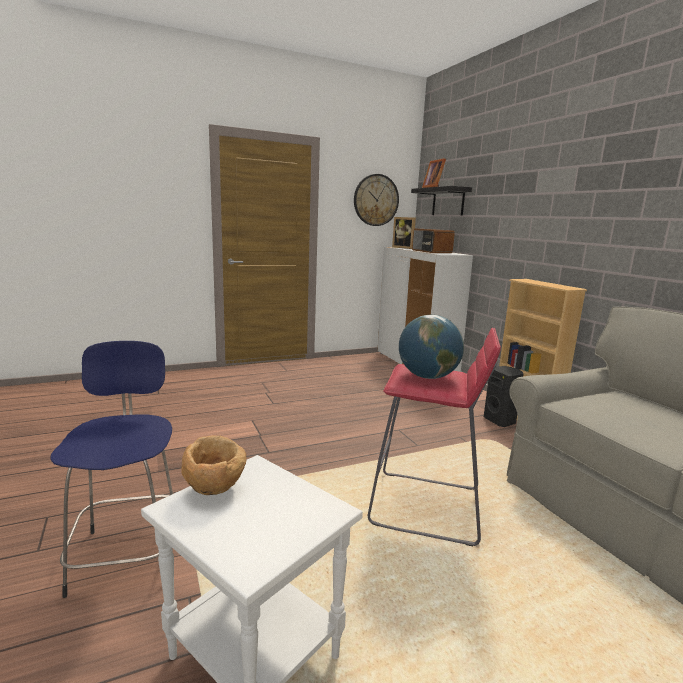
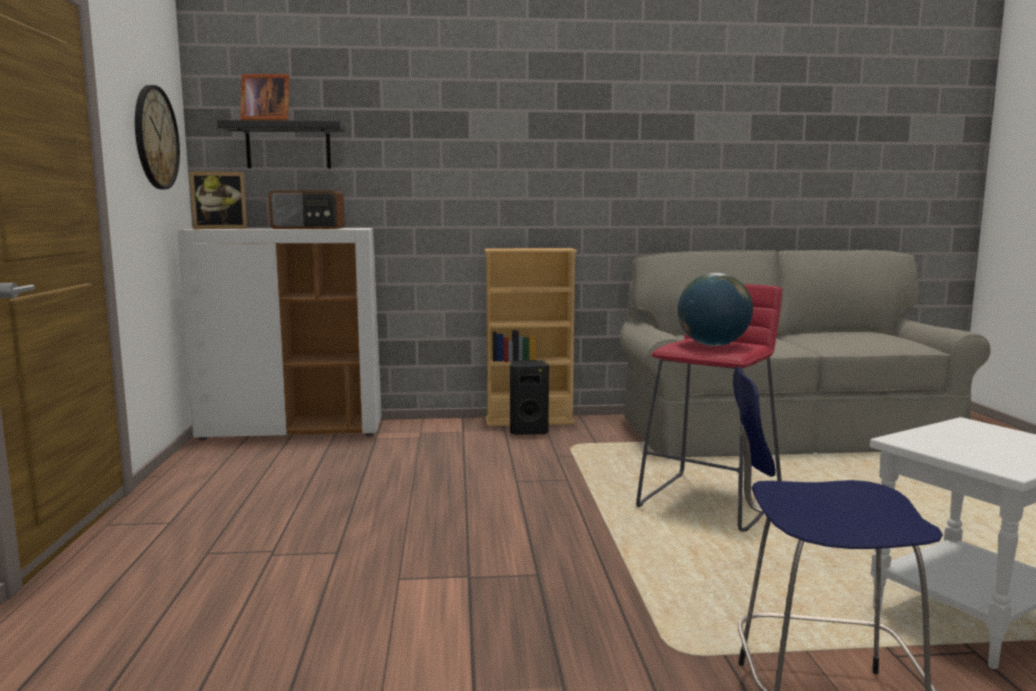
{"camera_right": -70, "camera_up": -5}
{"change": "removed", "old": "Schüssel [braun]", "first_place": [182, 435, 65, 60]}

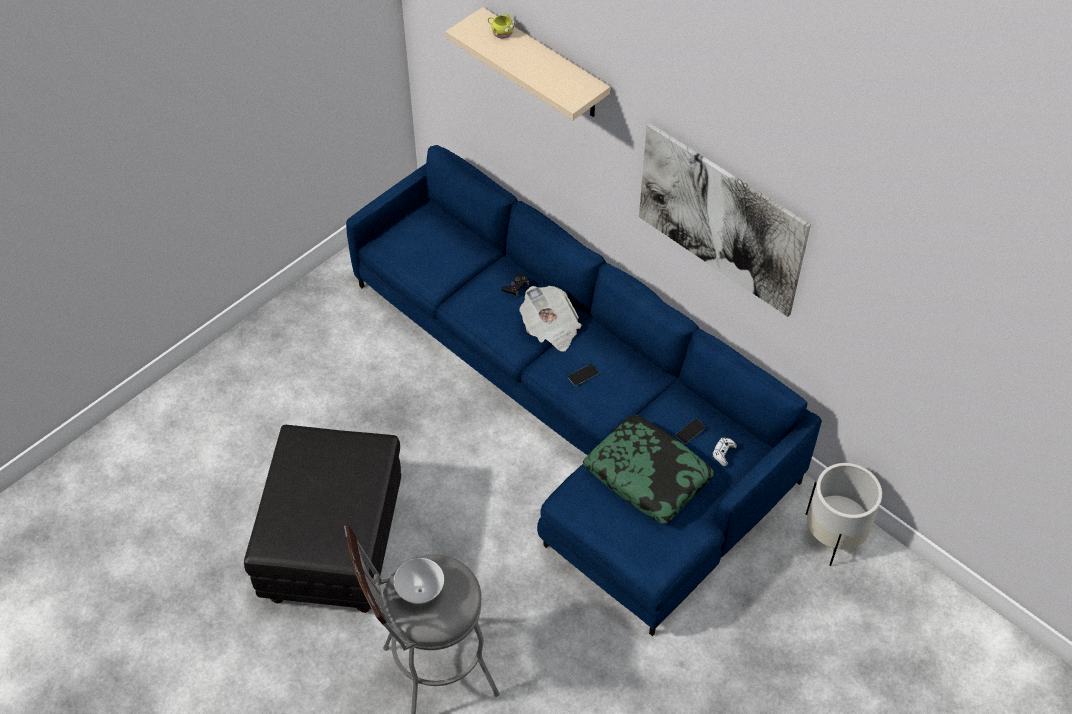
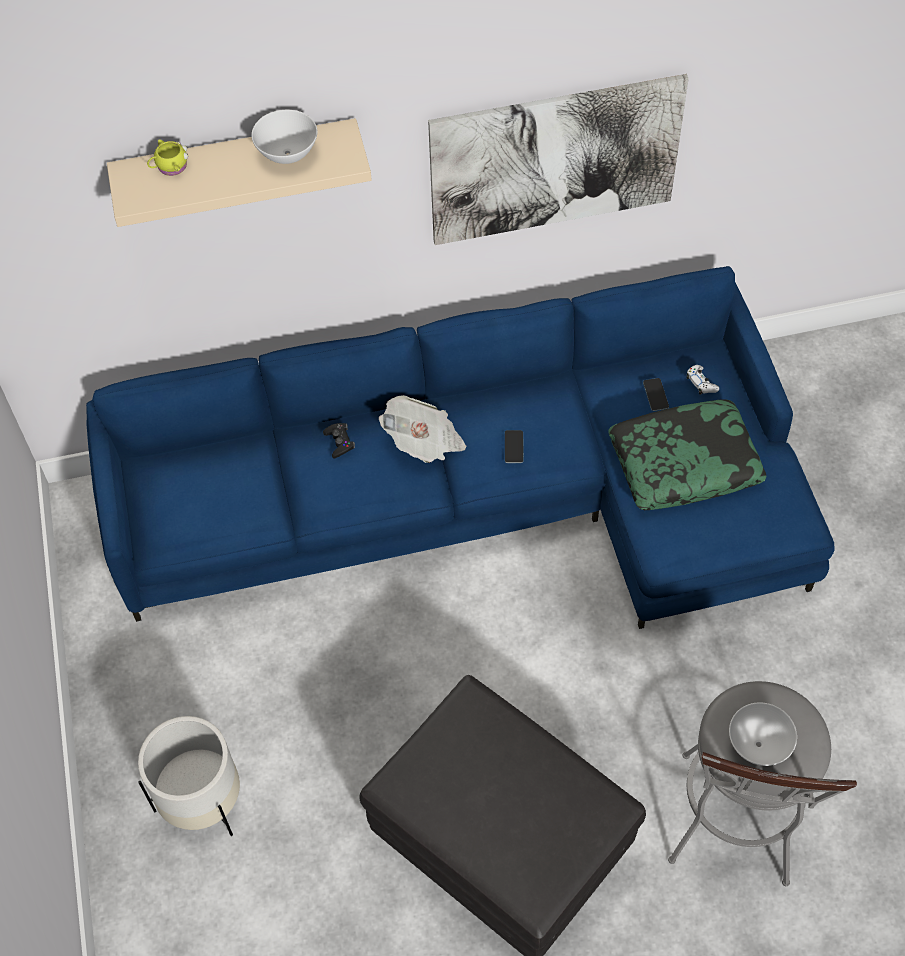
{"camera_right": -55, "camera_up": 5}
{"change": "moved", "old": "Pflanzkübel [weiß]", "first_place": [806, 463, 76, 103], "second_place": [138, 716, 102, 120]}
{"change": "added", "new": "Schüssel [weiß]", "second_place": [251, 110, 66, 54]}

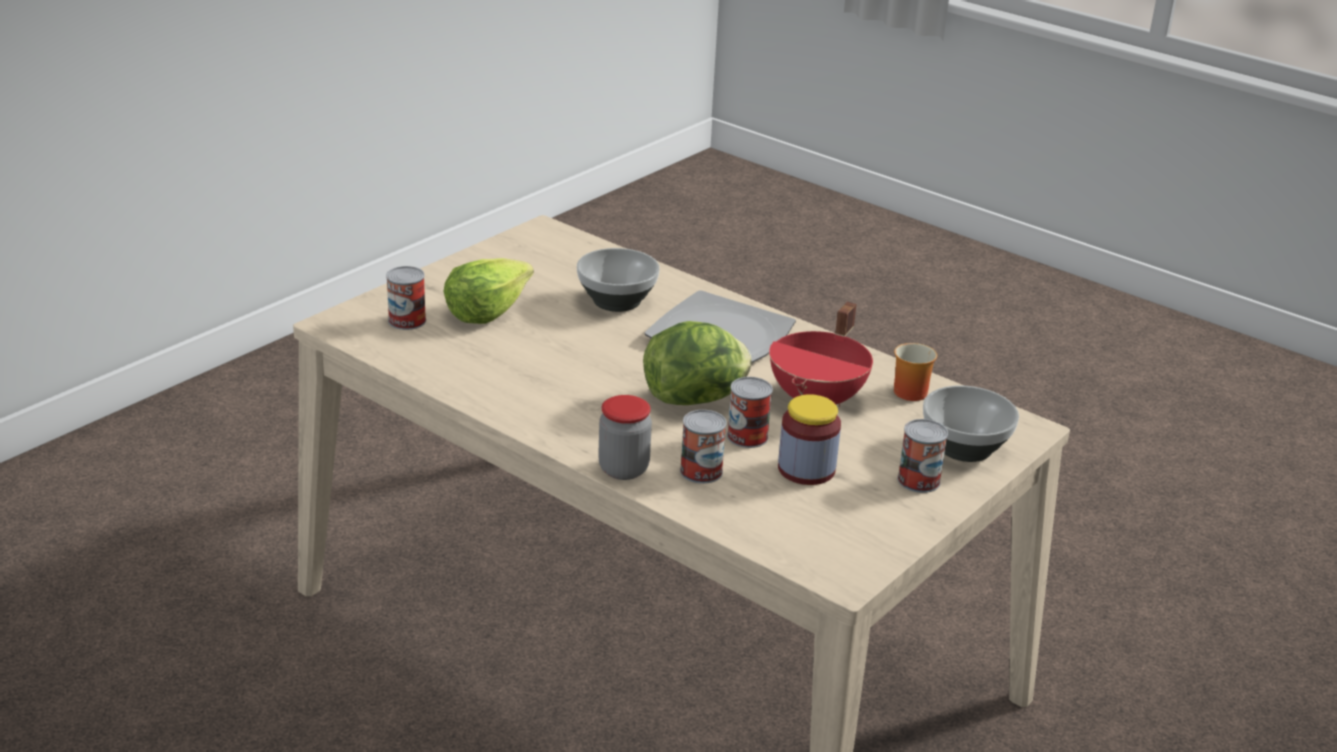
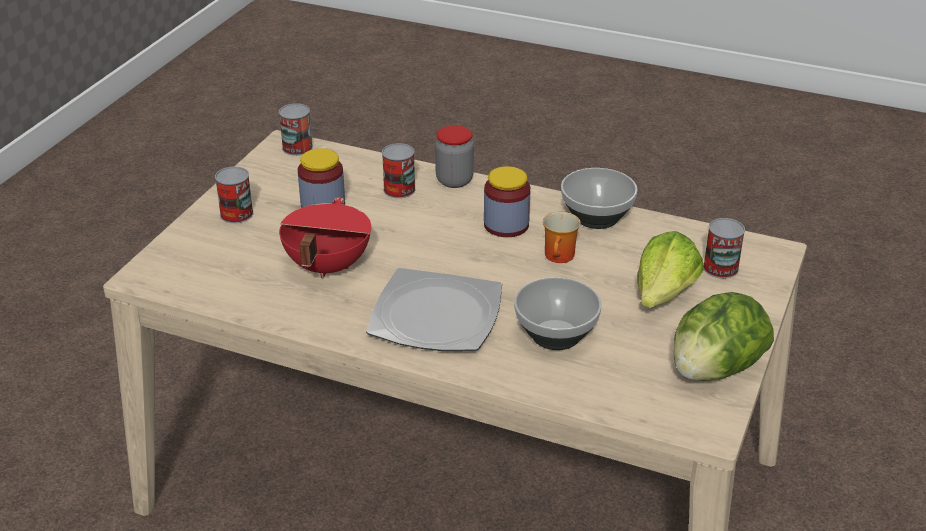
{"camera_right": 165, "camera_up": 5}
{"change": "moved", "old": "Salatkopf", "first_place": [643, 321, 109, 84], "second_place": [674, 292, 100, 89]}
{"change": "moved", "old": "Dose", "first_place": [727, 377, 46, 71], "second_place": [279, 103, 34, 53]}
{"change": "moved", "old": "Henkelbecher", "first_place": [894, 343, 43, 58], "second_place": [543, 212, 38, 51]}
{"change": "moved", "old": "Schüssel", "first_place": [923, 385, 96, 77], "second_place": [561, 168, 77, 61]}
{"change": "added", "new": "Vorratsglas", "second_place": [484, 166, 46, 71]}

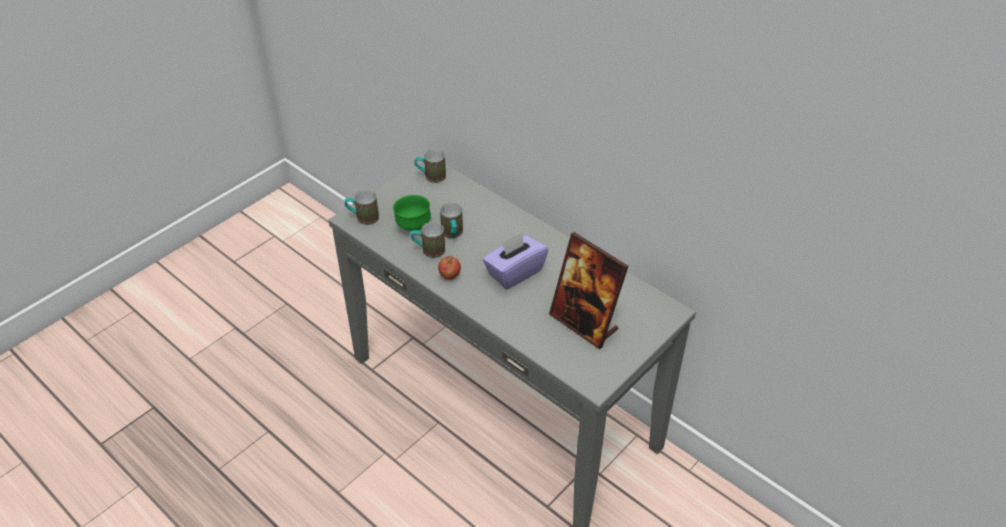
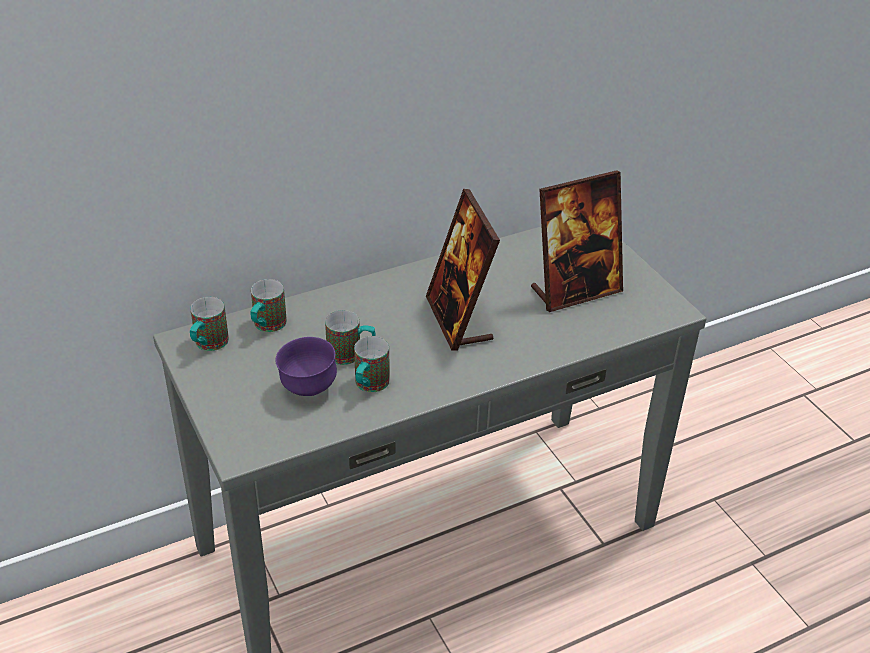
{"camera_right": -70, "camera_up": -5}
{"change": "moved", "old": "Henkelbecher", "first_place": [344, 190, 35, 35], "second_place": [251, 279, 36, 53]}
{"change": "recoloured", "old": "Schüssel [grün]", "new": "Schüssel [lila]", "first_place": [393, 195, 38, 36], "second_place": [276, 337, 61, 59]}
{"change": "removed", "old": "Apfel", "first_place": [438, 256, 23, 24]}
{"change": "replaced", "old": "Taschentuchbox [lila]", "new": "Bilderrahmen", "first_place": [483, 232, 65, 57], "second_place": [426, 189, 74, 162]}

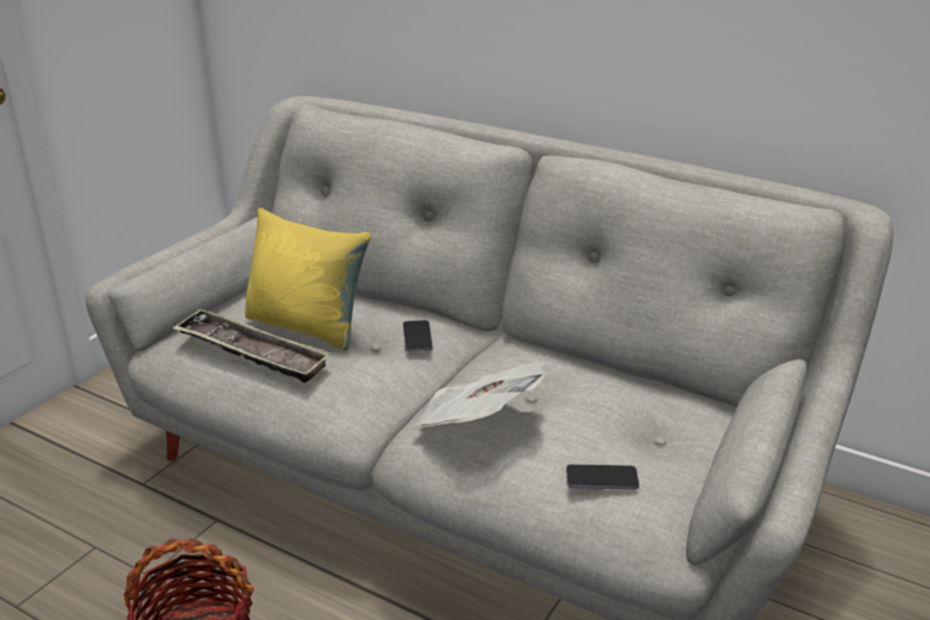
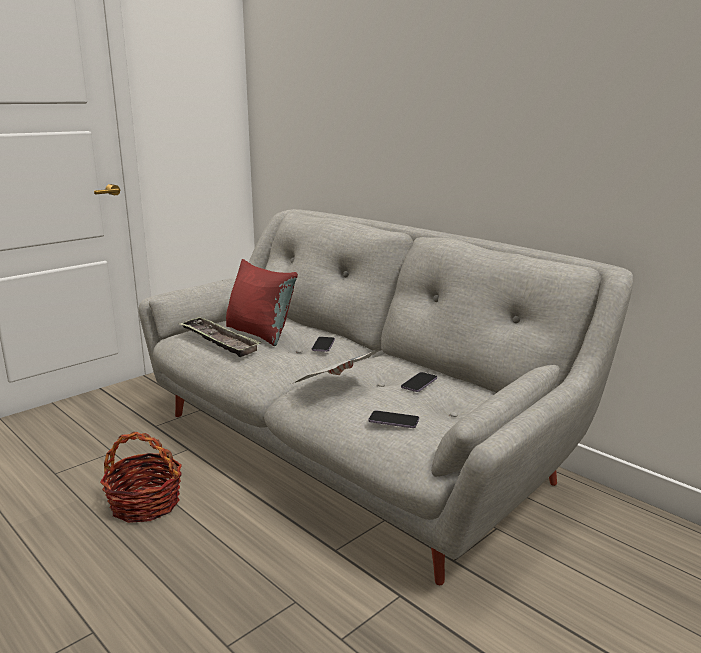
{"camera_right": 15, "camera_up": -10}
{"change": "recoloured", "old": "Kissen [gelb]", "new": "Kissen [rot]", "first_place": [245, 208, 126, 143], "second_place": [226, 259, 72, 87]}
{"change": "added", "new": "Handy", "second_place": [401, 372, 36, 20]}

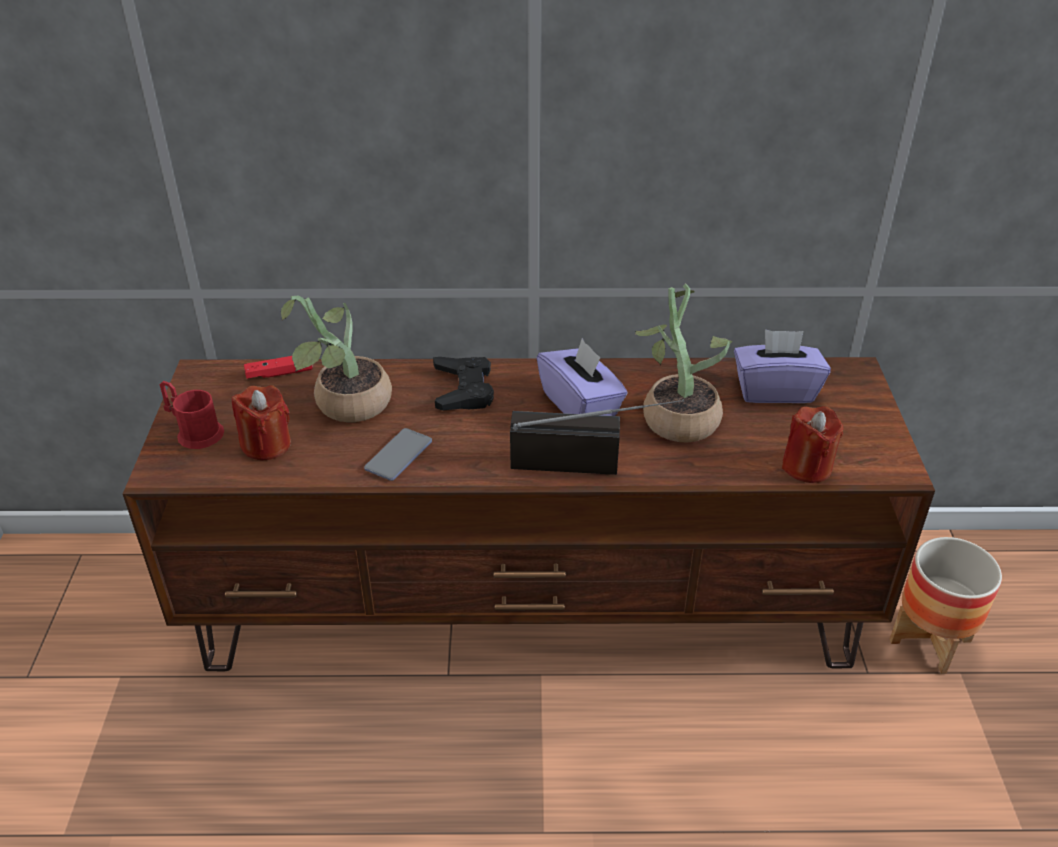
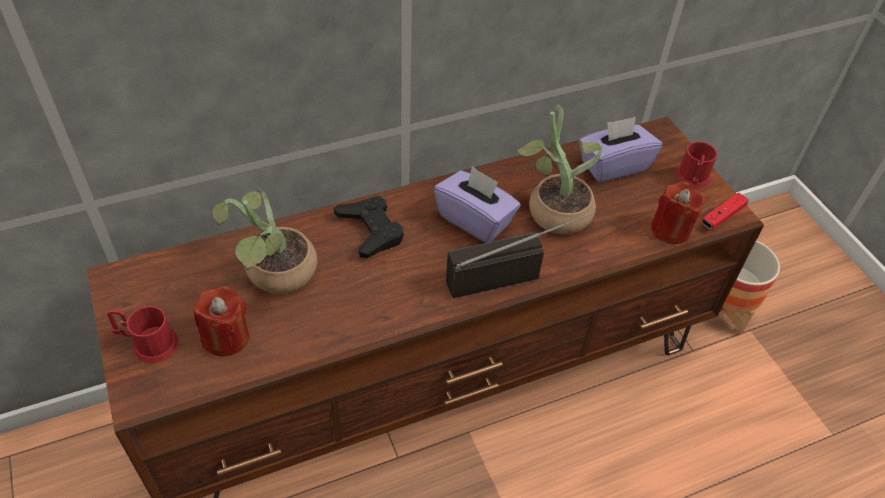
{"camera_right": -25, "camera_up": 10}
{"change": "moved", "old": "Gamepad [rot]", "first_place": [244, 356, 69, 23], "second_place": [701, 193, 48, 37]}
{"change": "removed", "old": "Handy", "first_place": [364, 428, 68, 53]}
{"change": "added", "new": "Henkelbecher [rot]", "second_place": [675, 142, 42, 47]}

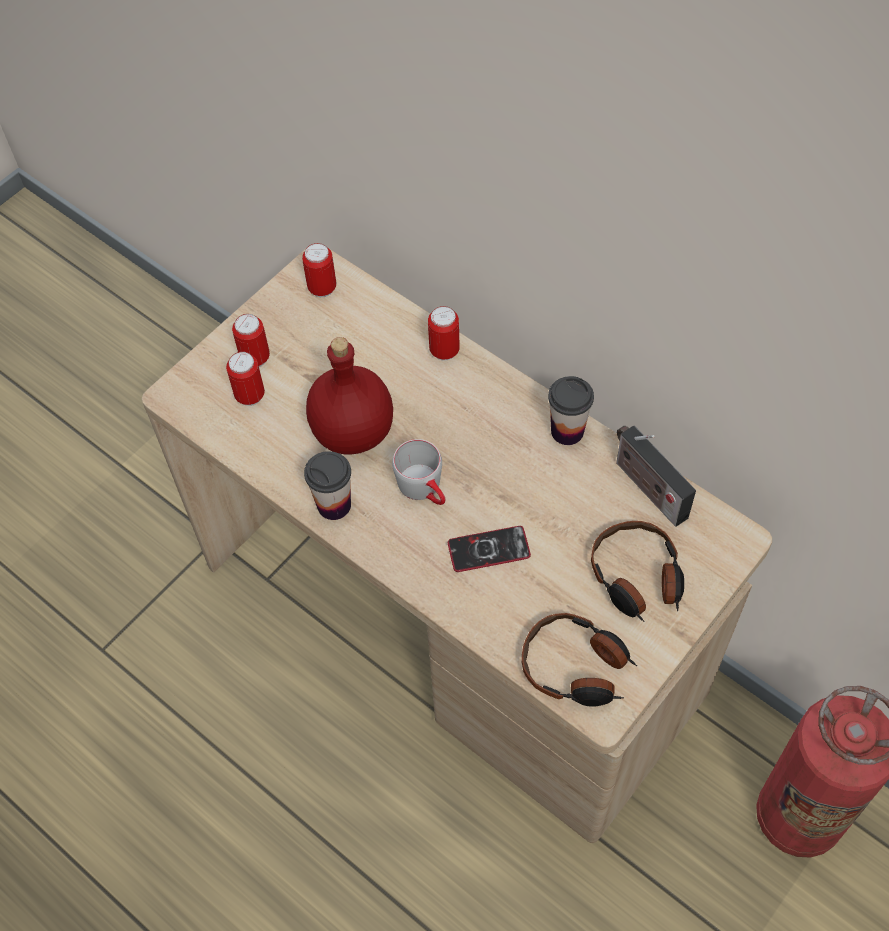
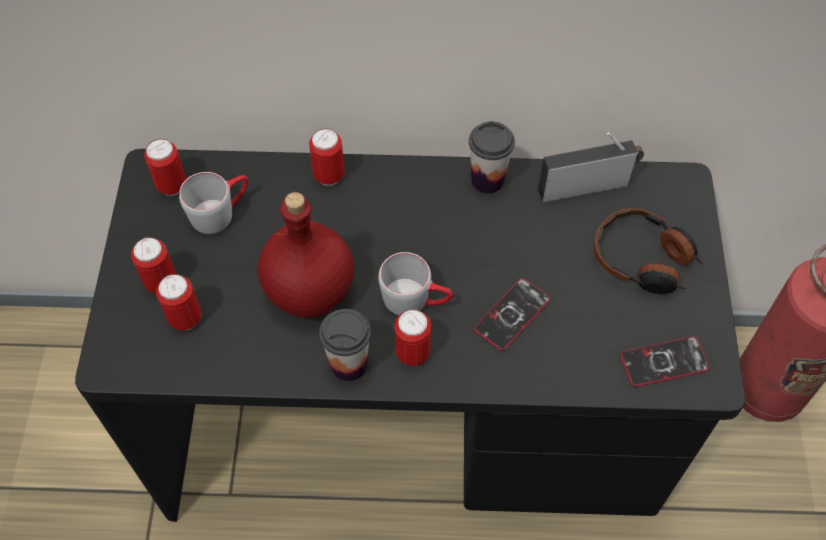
{"camera_right": -40, "camera_up": 0}
{"change": "recoloured", "old": "Schreibtisch [beige]", "new": "Schreibtisch [schwarz]", "first_place": [142, 249, 630, 594], "second_place": [75, 149, 670, 373]}
{"change": "replaced", "old": "Kopfhörer", "new": "Handy", "first_place": [522, 613, 115, 94], "second_place": [620, 336, 90, 51]}
{"change": "turned", "old": "Radio", "first_place": [616, 426, 80, 101], "second_place": [538, 132, 106, 70], "degrees": 150}
{"change": "added", "new": "Henkelbecher [grau]", "second_place": [179, 172, 69, 62]}
{"change": "added", "new": "Dose", "second_place": [395, 309, 36, 57]}

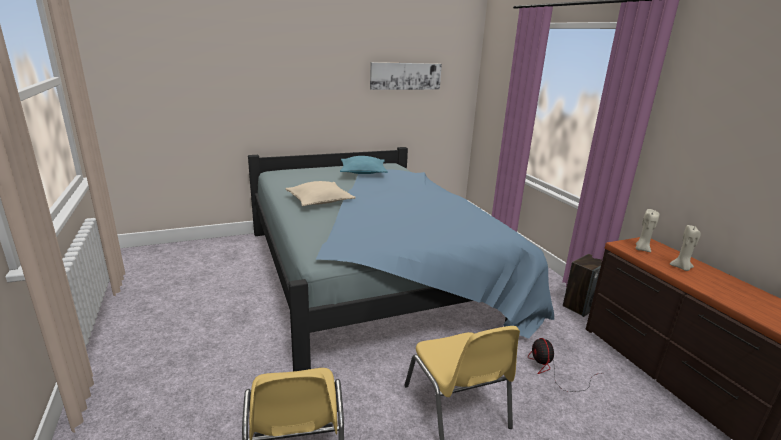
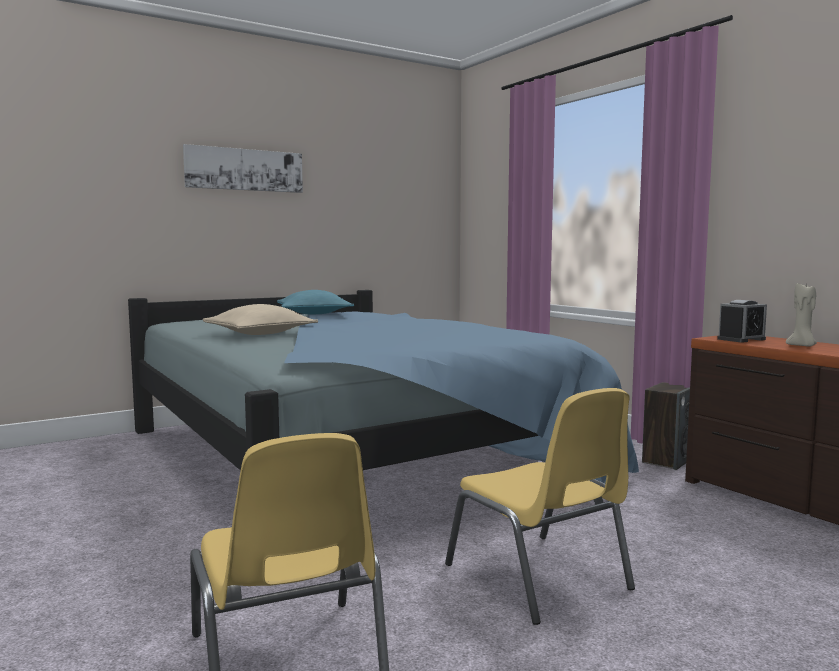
{"camera_right": -10, "camera_up": -15}
{"change": "moved", "old": "Bild", "first_place": [370, 62, 72, 28], "second_place": [183, 144, 120, 49]}
{"change": "removed", "old": "Ventilator", "first_place": [528, 338, 76, 54]}
{"change": "replaced", "old": "Kerze [beige]", "new": "Wecker", "first_place": [635, 209, 25, 43], "second_place": [717, 300, 50, 42]}

